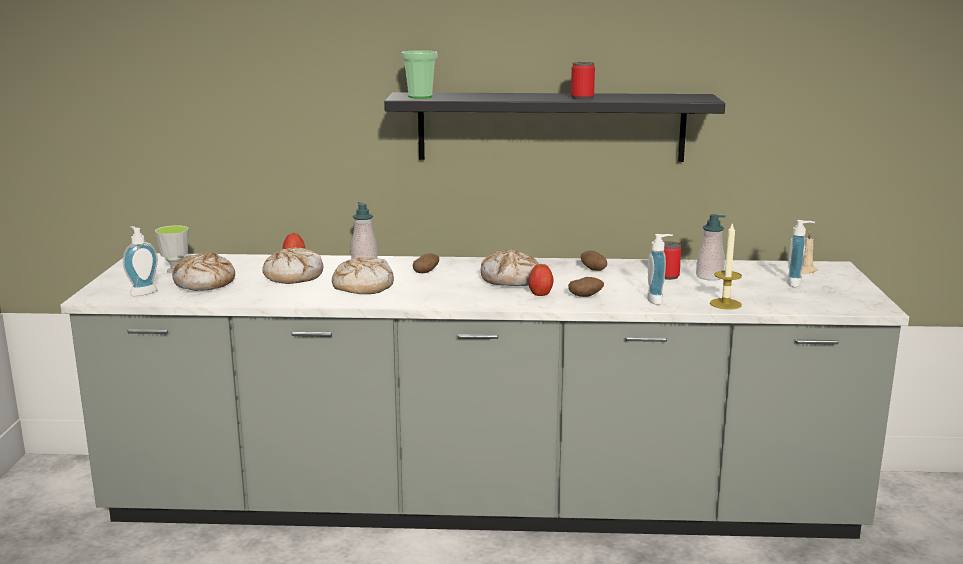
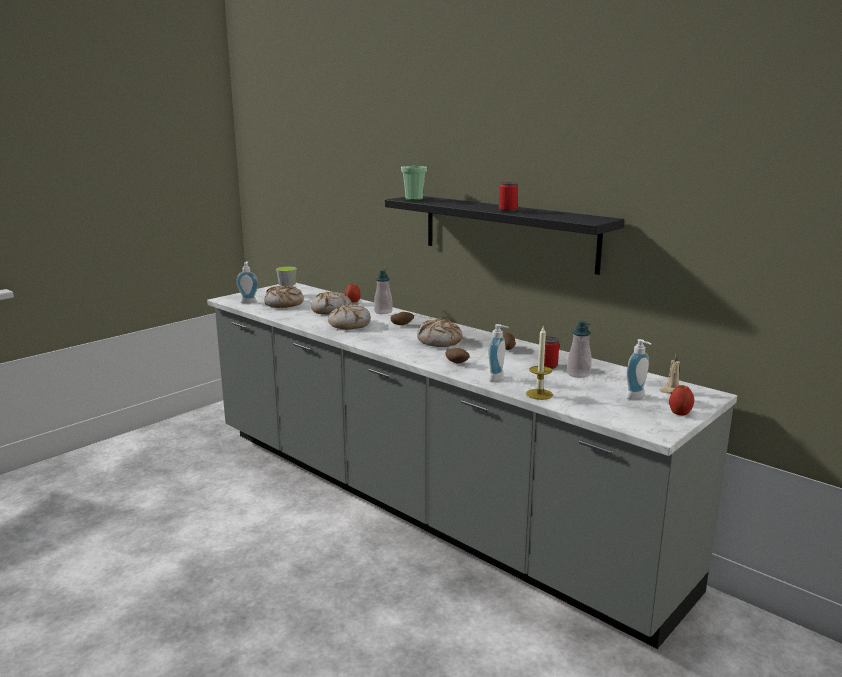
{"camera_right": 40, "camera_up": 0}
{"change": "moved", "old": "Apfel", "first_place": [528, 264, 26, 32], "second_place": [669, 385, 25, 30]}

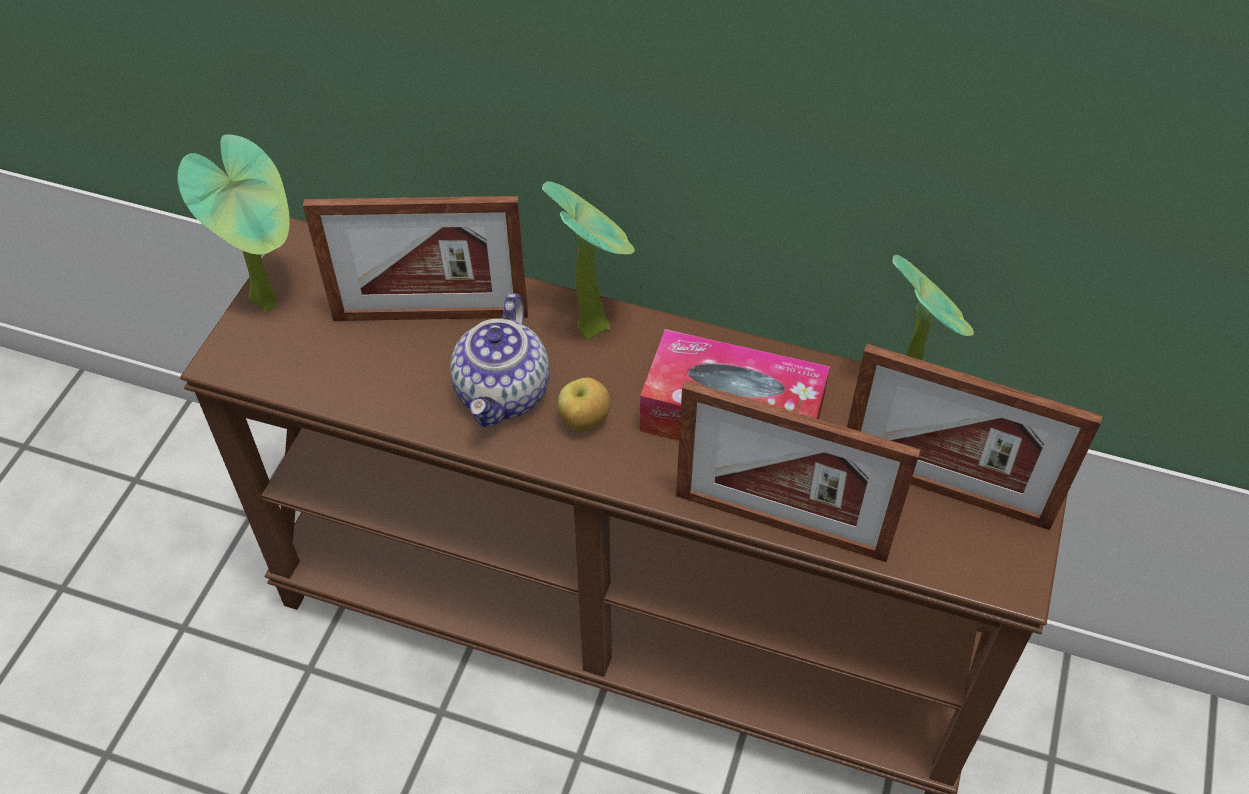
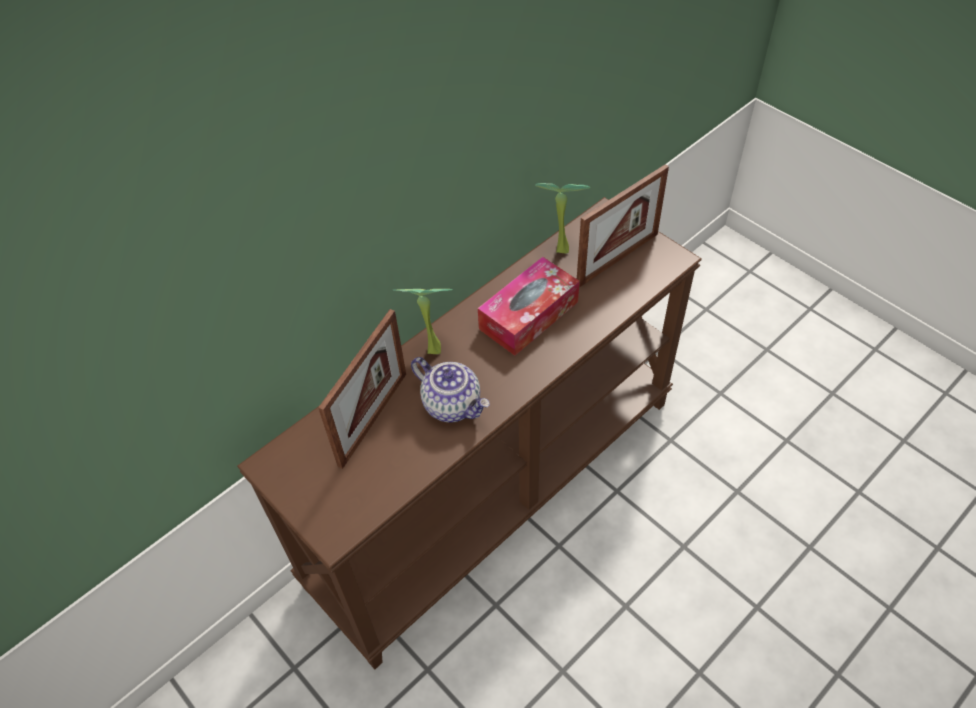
{"camera_right": -60, "camera_up": 0}
{"change": "removed", "old": "Topfpflanze", "first_place": [177, 134, 113, 178]}
{"change": "removed", "old": "Apfel", "first_place": [558, 378, 53, 54]}
{"change": "removed", "old": "Bilderrahmen", "first_place": [676, 380, 245, 182]}

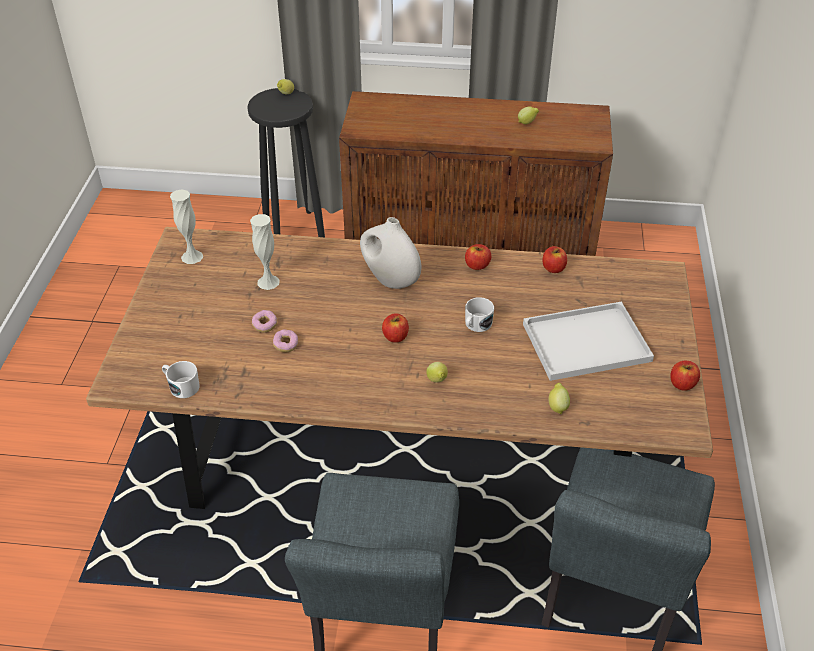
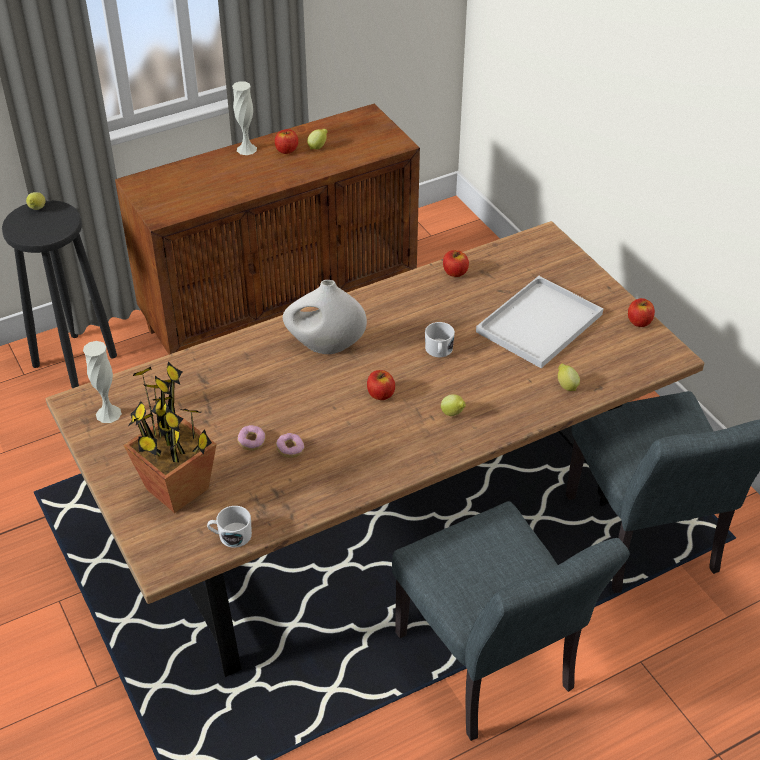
{"camera_right": -35, "camera_up": 0}
{"change": "moved", "old": "Vase [weiß]", "first_place": [250, 214, 30, 76], "second_place": [232, 81, 25, 74]}
{"change": "moved", "old": "Apfel", "first_place": [465, 244, 26, 26], "second_place": [275, 129, 23, 25]}
{"change": "added", "new": "Topfpflanze", "second_place": [123, 362, 94, 151]}

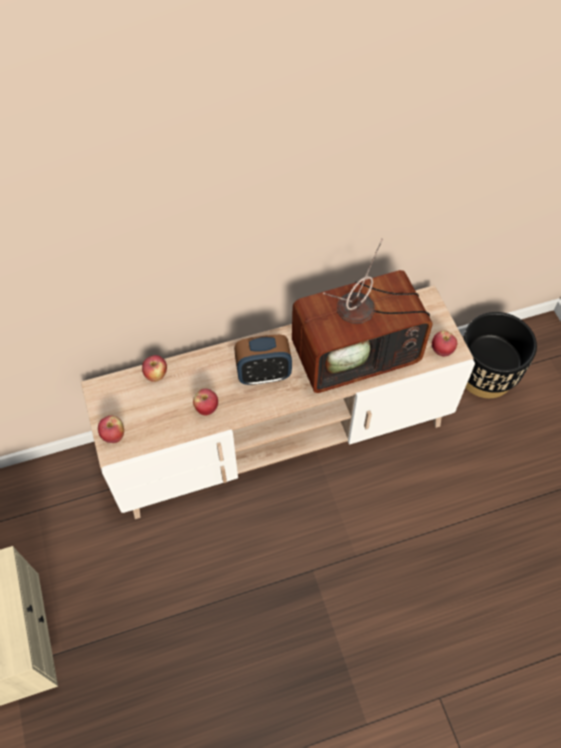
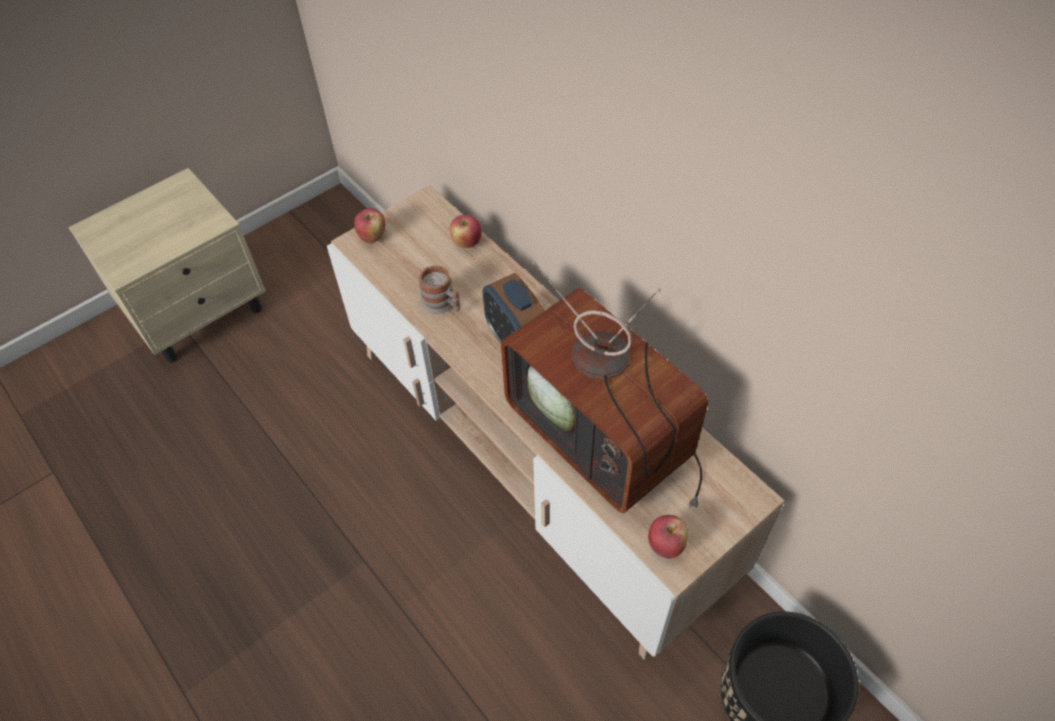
{"camera_right": 70, "camera_up": -5}
{"change": "replaced", "old": "Apfel", "new": "Henkelbecher", "first_place": [193, 388, 25, 28], "second_place": [419, 266, 42, 48]}

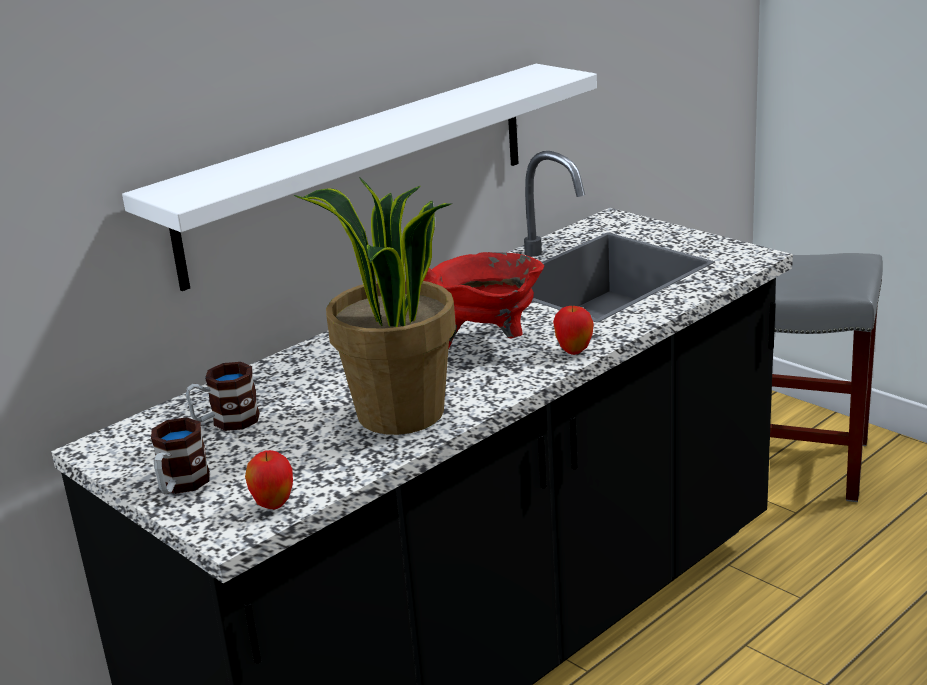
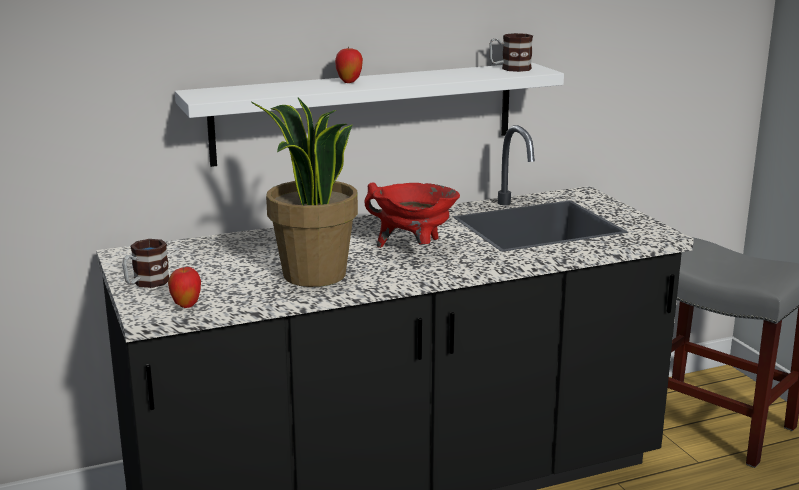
{"camera_right": 20, "camera_up": -5}
{"change": "moved", "old": "Henkelbecher", "first_place": [186, 362, 74, 69], "second_place": [489, 33, 44, 39]}
{"change": "moved", "old": "Apfel", "first_place": [553, 305, 41, 50], "second_place": [335, 46, 28, 37]}

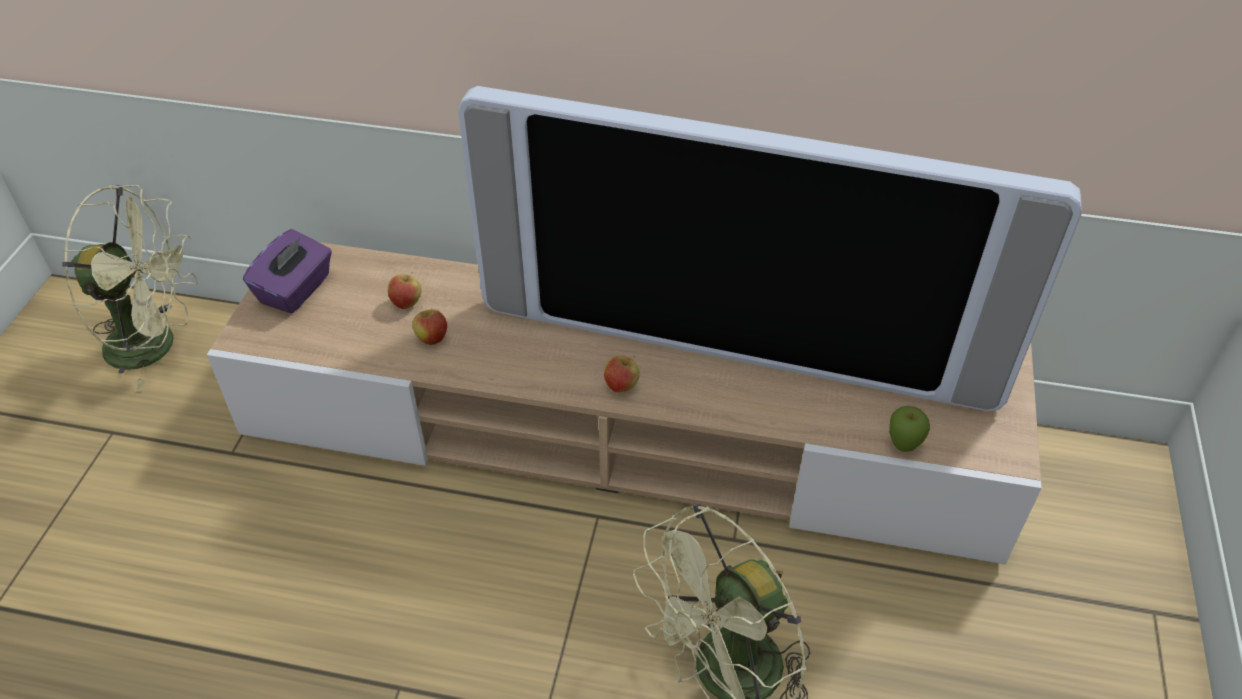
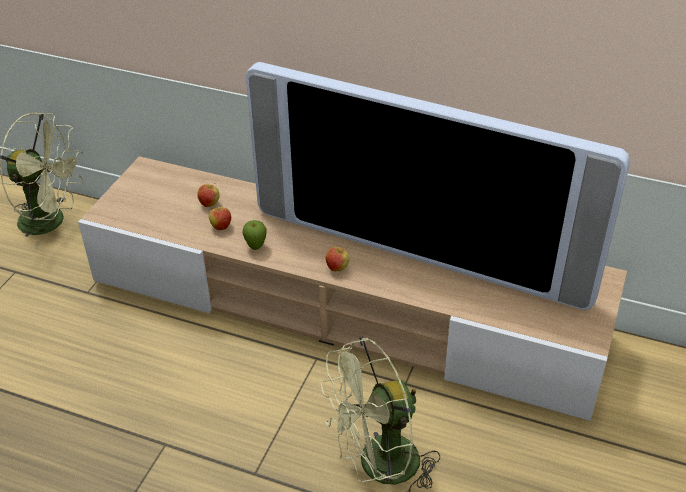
{"camera_right": 10, "camera_up": -5}
{"change": "removed", "old": "Taschentuchbox [lila]", "first_place": [243, 229, 89, 85]}
{"change": "moved", "old": "Apfel", "first_place": [889, 406, 41, 46], "second_place": [243, 220, 24, 30]}

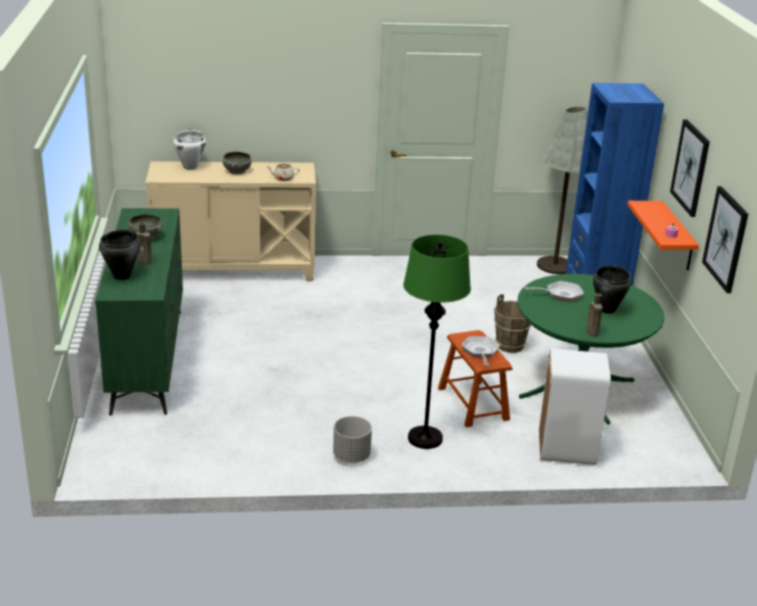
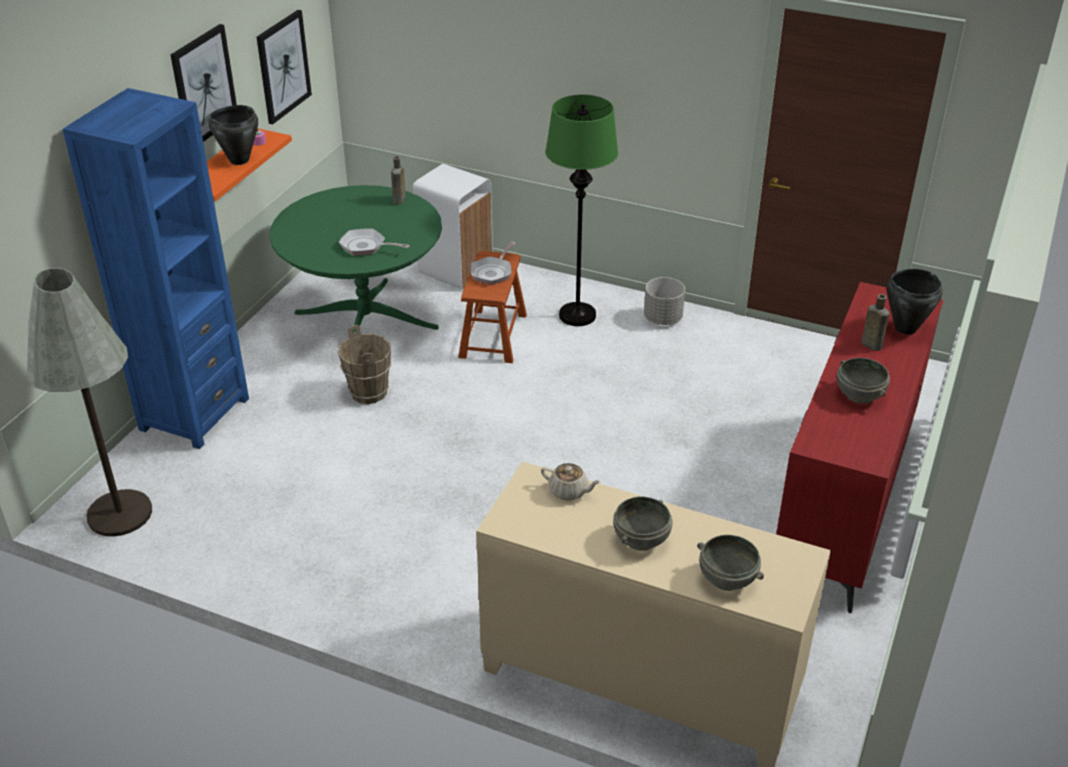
{"camera_right": -150, "camera_up": 10}
{"change": "recoloured", "old": "Kommode [grün]", "new": "Kommode [rot]", "first_place": [95, 208, 88, 208], "second_place": [776, 282, 167, 331]}
{"change": "replaced", "old": "Kochtopf [weiß]", "new": "Schüssel [grau]", "first_place": [173, 130, 33, 40], "second_place": [697, 535, 67, 56]}
{"change": "moved", "old": "Kochtopf [schwarz]", "first_place": [593, 265, 39, 49], "second_place": [208, 105, 50, 60]}

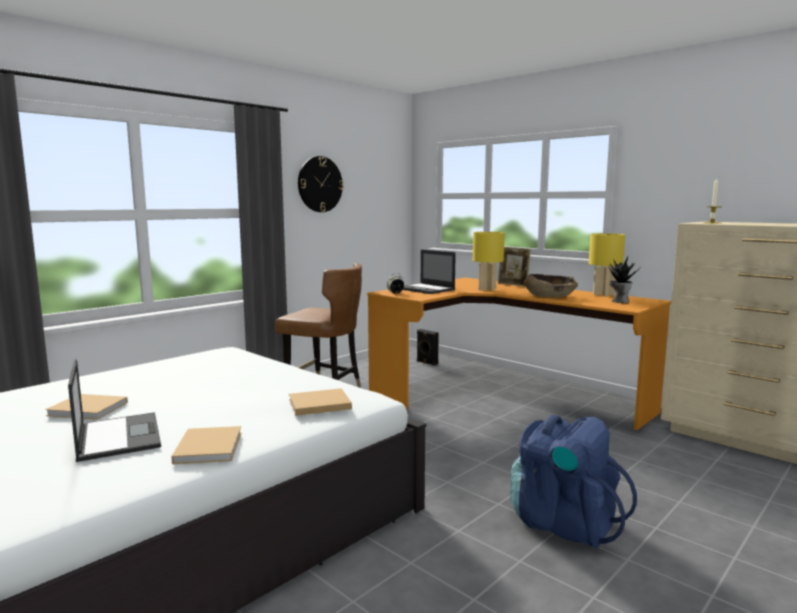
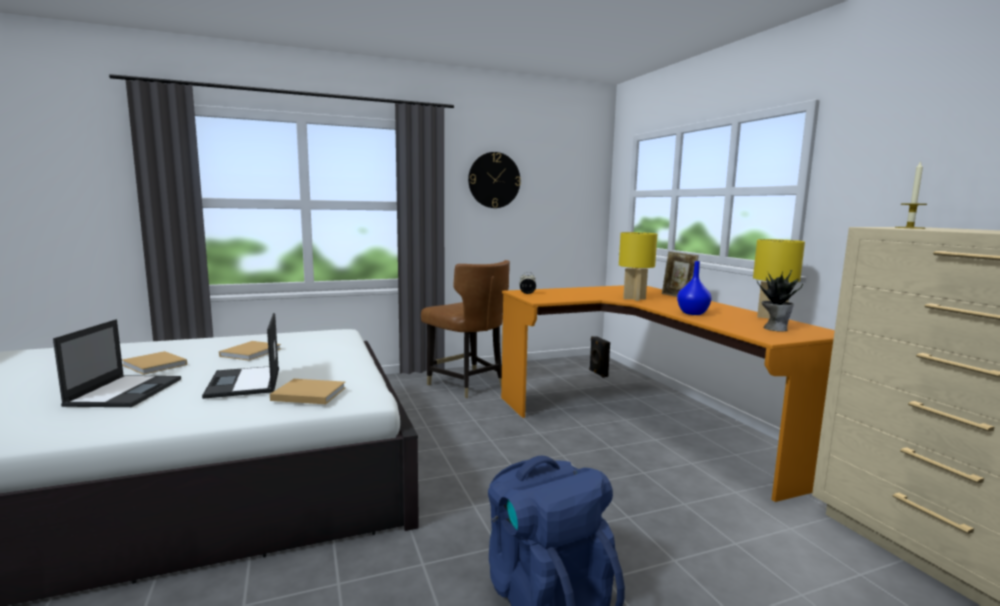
{"camera_right": 25, "camera_up": 0}
{"change": "moved", "old": "Buch [beige]", "first_place": [171, 426, 71, 38], "second_place": [219, 341, 62, 20]}
{"change": "moved", "old": "Laptop", "first_place": [403, 250, 53, 44], "second_place": [202, 313, 77, 86]}
{"change": "replaced", "old": "Schüssel [braun]", "new": "Vase [blau]", "first_place": [523, 274, 55, 23], "second_place": [677, 261, 35, 54]}

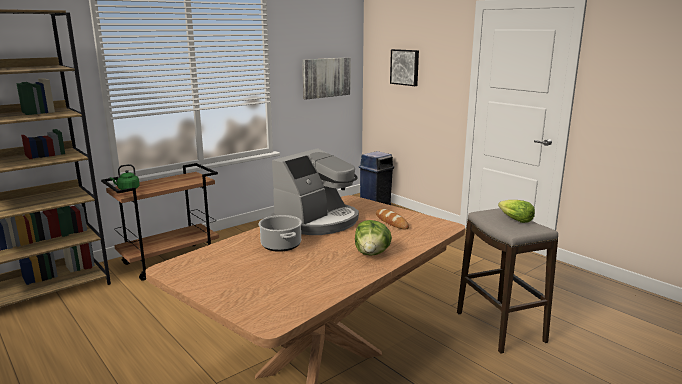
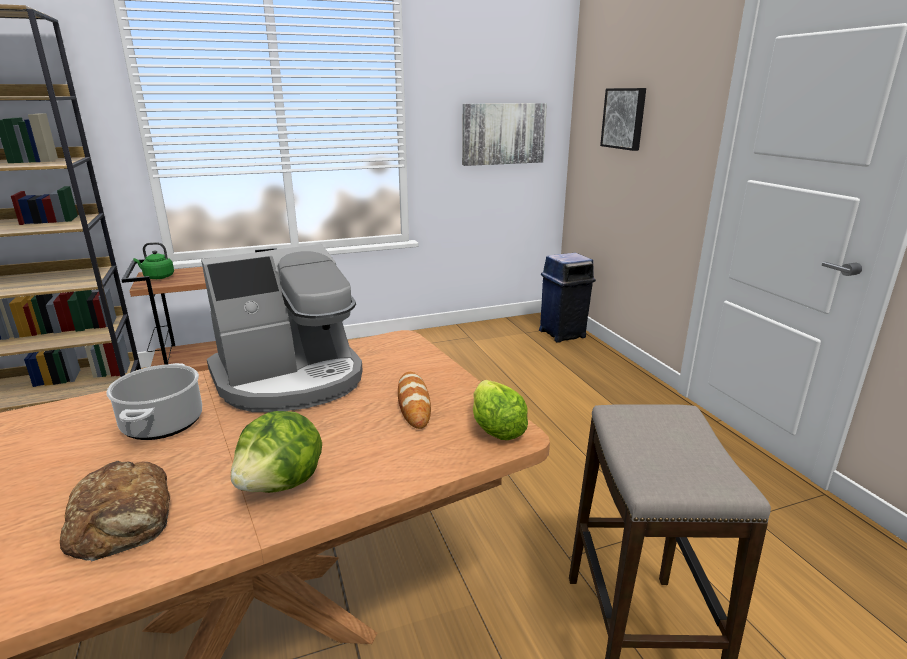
{"camera_right": 20, "camera_up": 5}
{"change": "moved", "old": "Salatkopf", "first_place": [498, 200, 37, 23], "second_place": [473, 380, 55, 60]}
{"change": "added", "new": "Brot", "second_place": [60, 461, 110, 100]}

